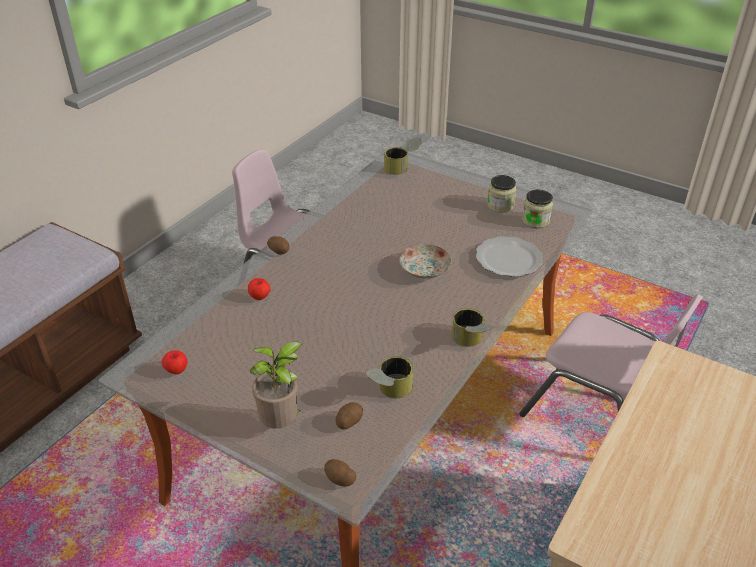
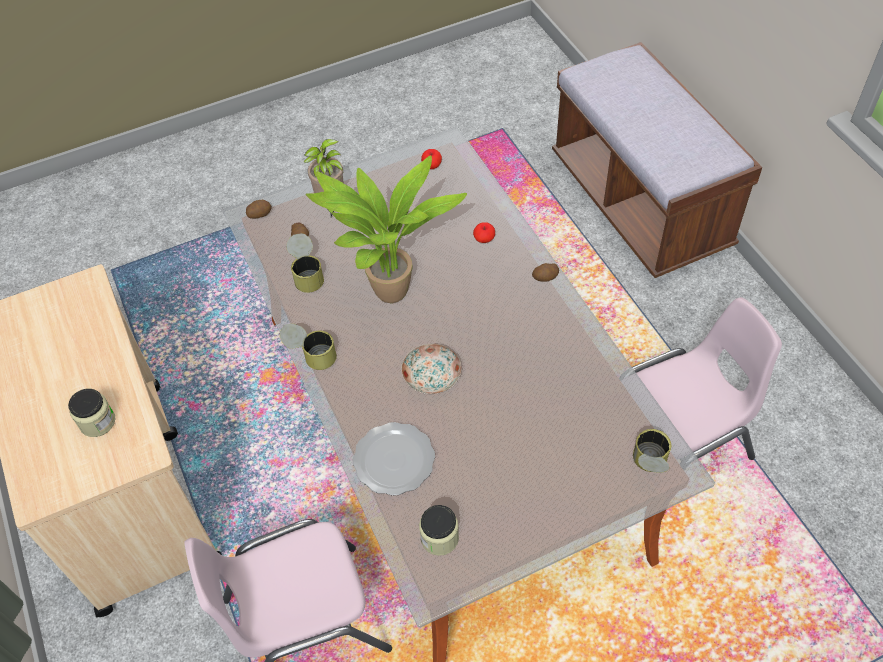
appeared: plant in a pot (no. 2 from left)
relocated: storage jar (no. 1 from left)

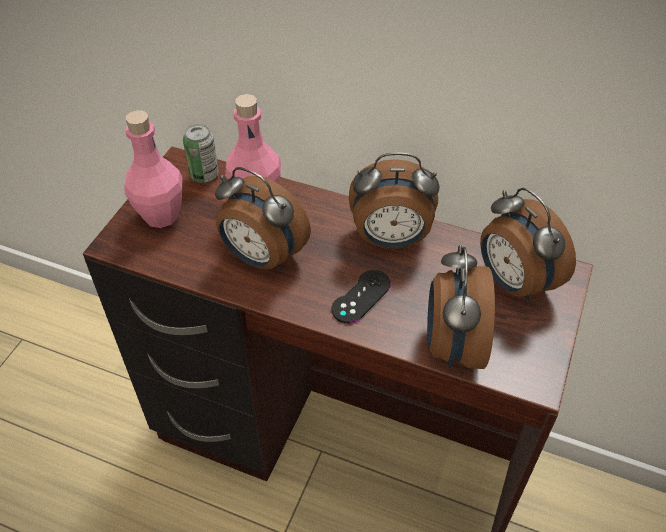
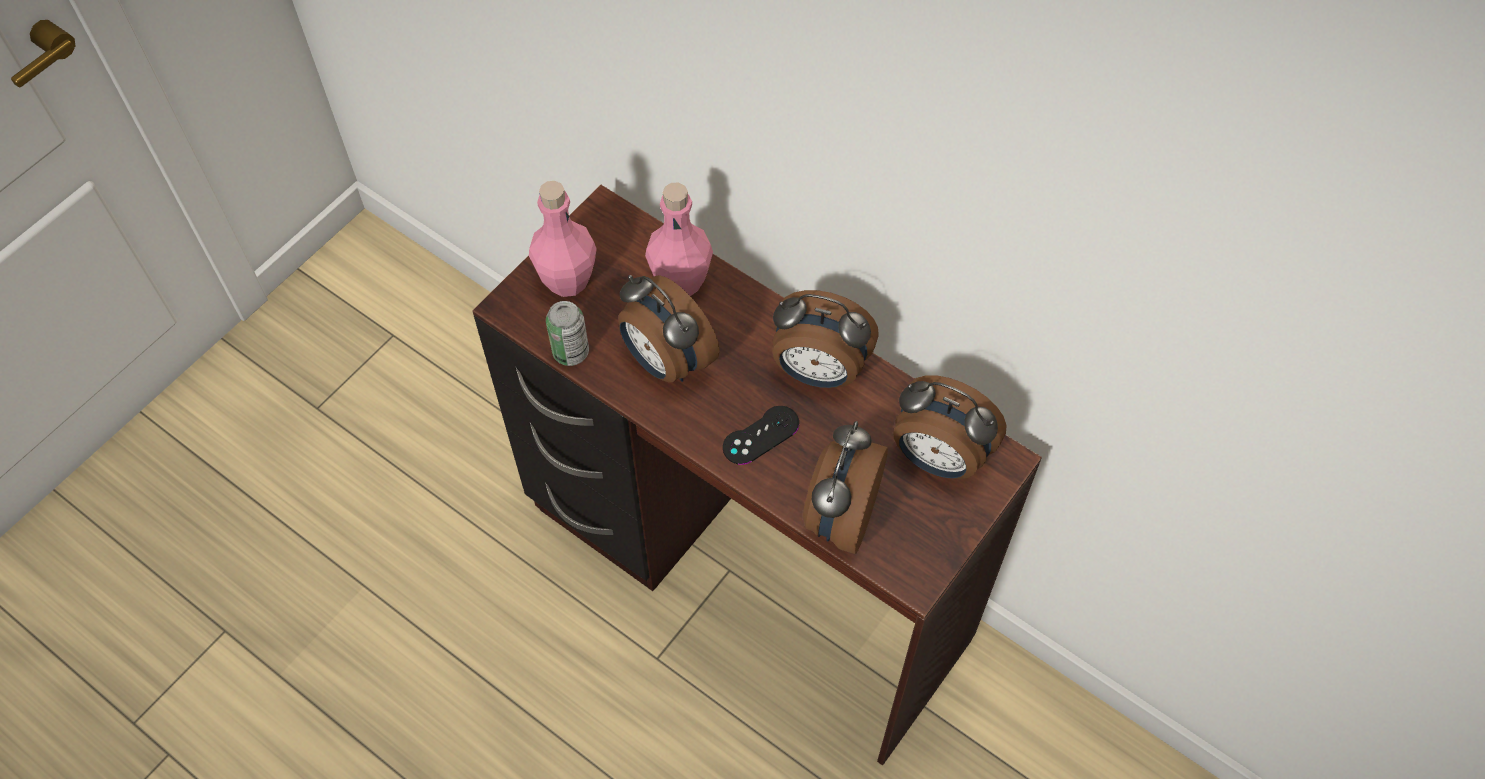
relocated: can
spun: table clock (no. 4 from left) 45 degrees counterclockwise

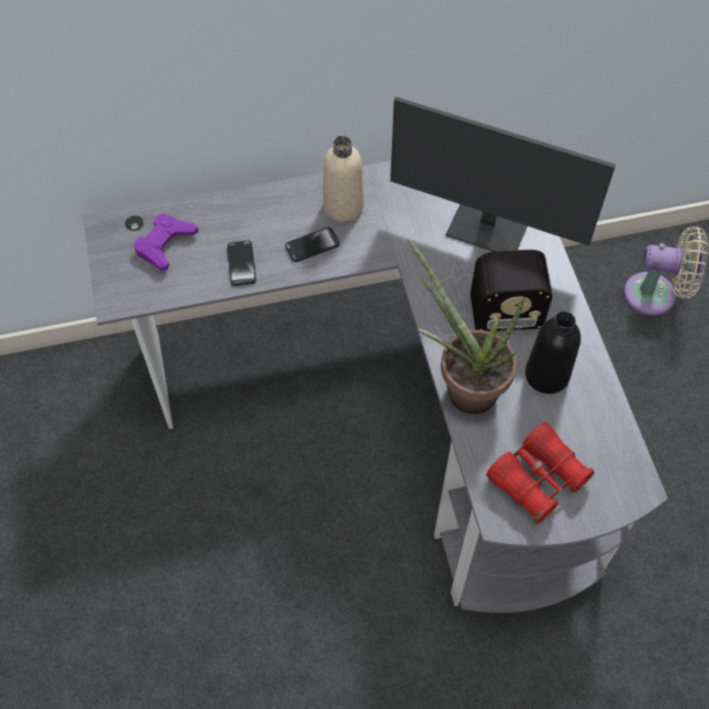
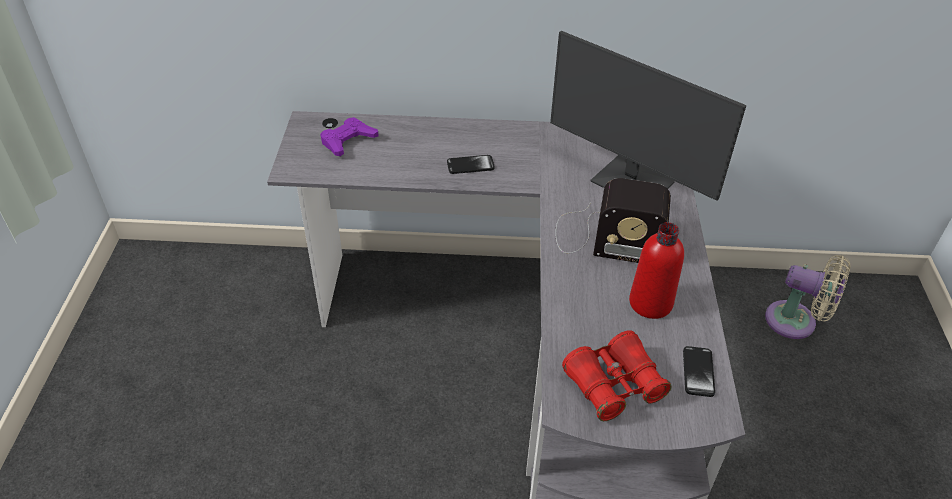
missing: beverage bottle (sand-coloured); plant in a pot
relocated: handset (no. 1 from left in the first image) to handset (no. 2 from left)
colour: beverage bottle (blackish) to beverage bottle (reddish)

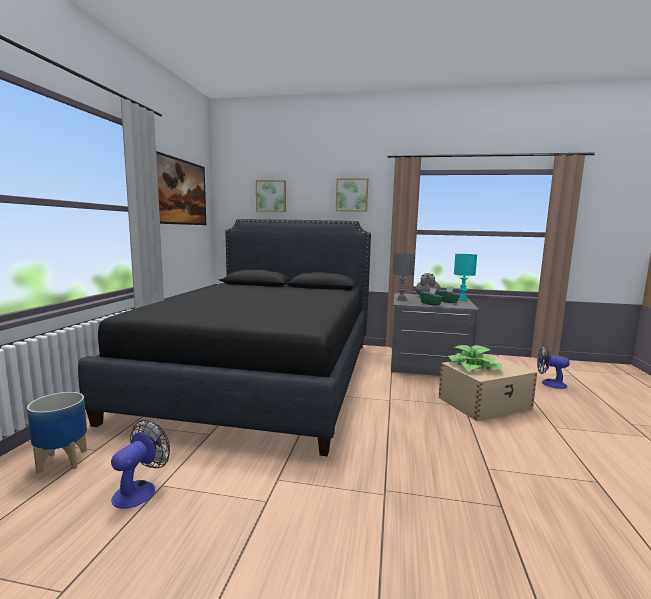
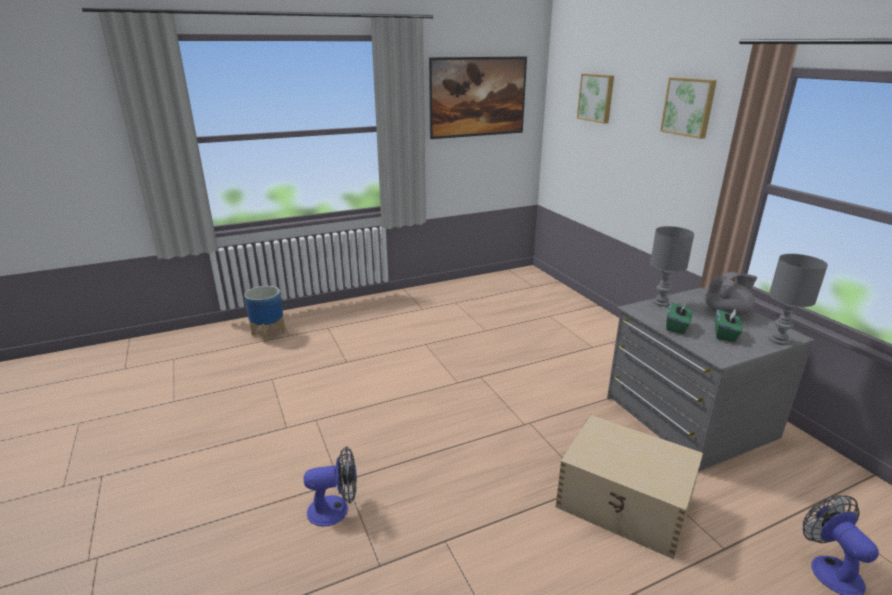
missing: sleeping bed (blackish); plant in a pot
relocated: cooling fan (no. 1 from left)
colour: lamp for a table (turquoise-coloured) to lamp for a table (gray) (no. 2 from left)

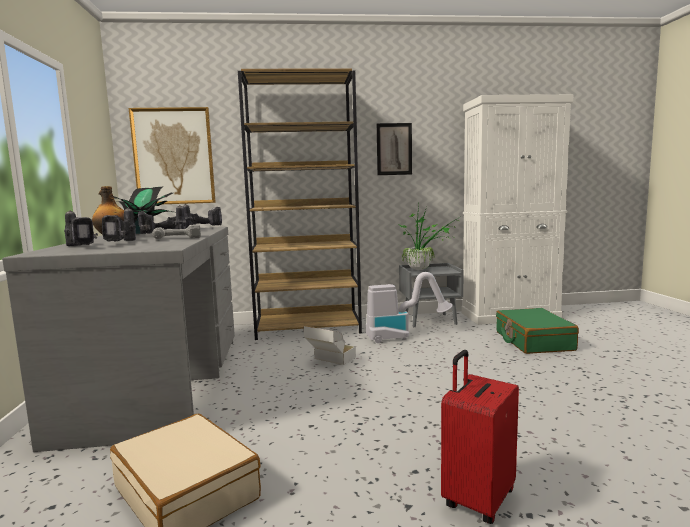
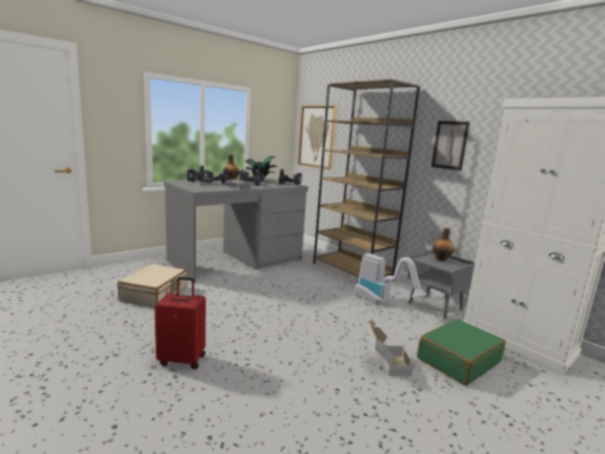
relocated: packing box
exchanged: plant in a pot (no. 2 from left) to beverage bottle (no. 2 from left)

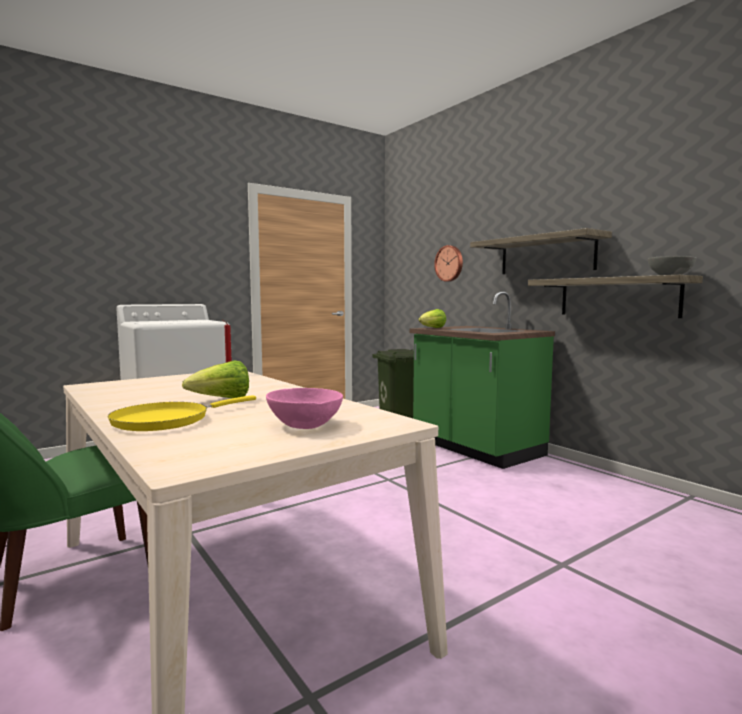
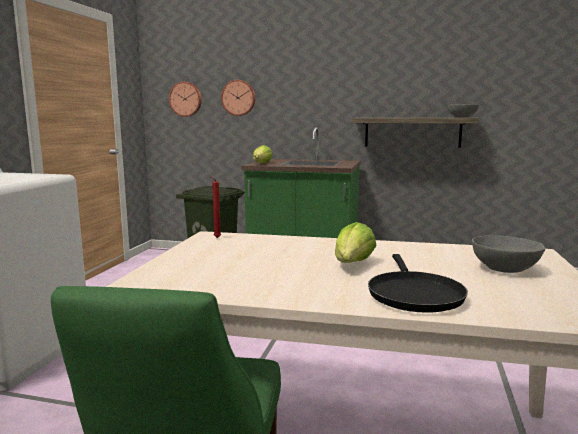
missing: bracket shelf (no. 1 from left)
appeared: clock on the wall (no. 1 from left)
colour: pan (yellow-coloured) to pan (blackish); deep dish (pinkish) to deep dish (gray) (no. 2 from left)

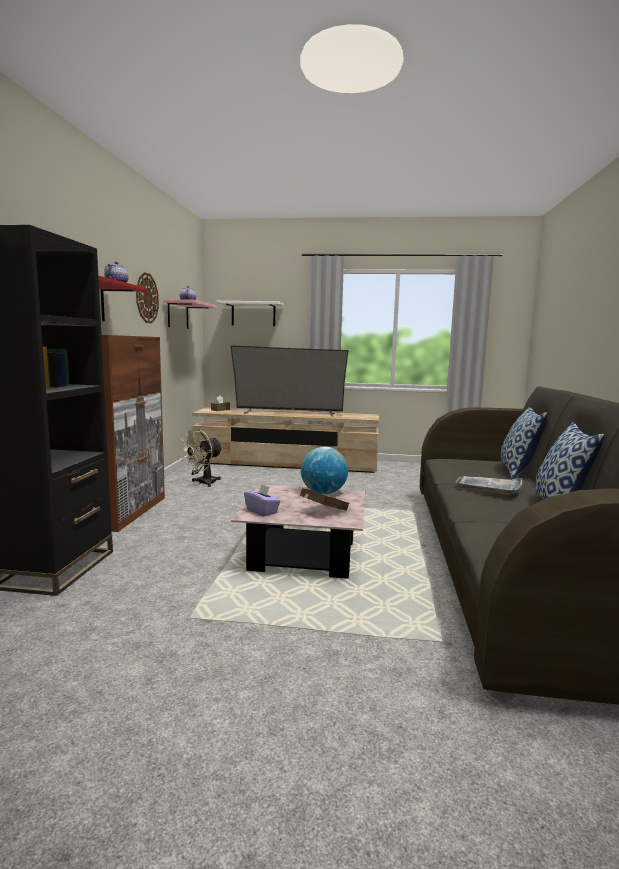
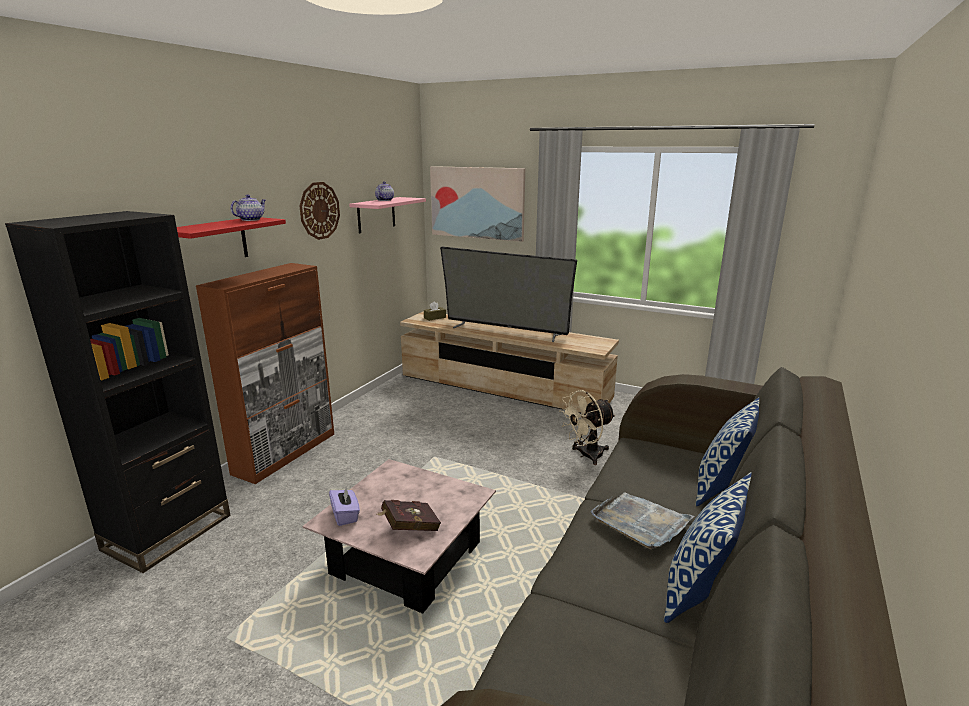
missing: desk globe
relocated: cooling fan (sand-coloured)
exchanged: bracket shelf (whitish) to wall picture

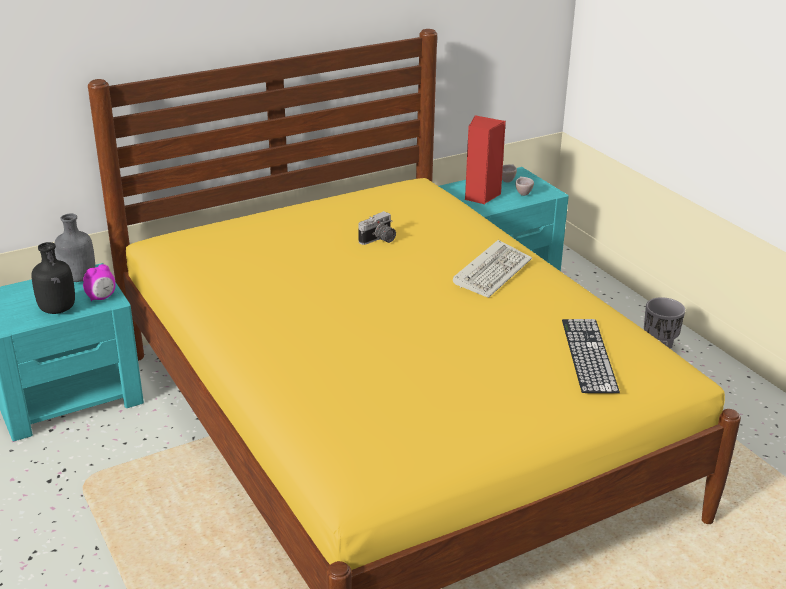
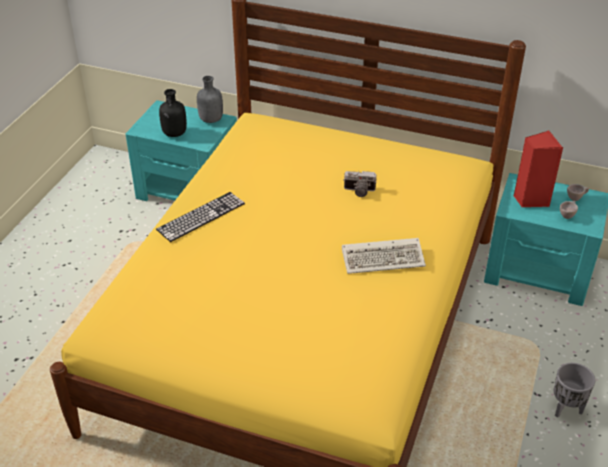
missing: table clock
relocated: keyboard (no. 2 from left in the first image) to keyboard (no. 1 from left)

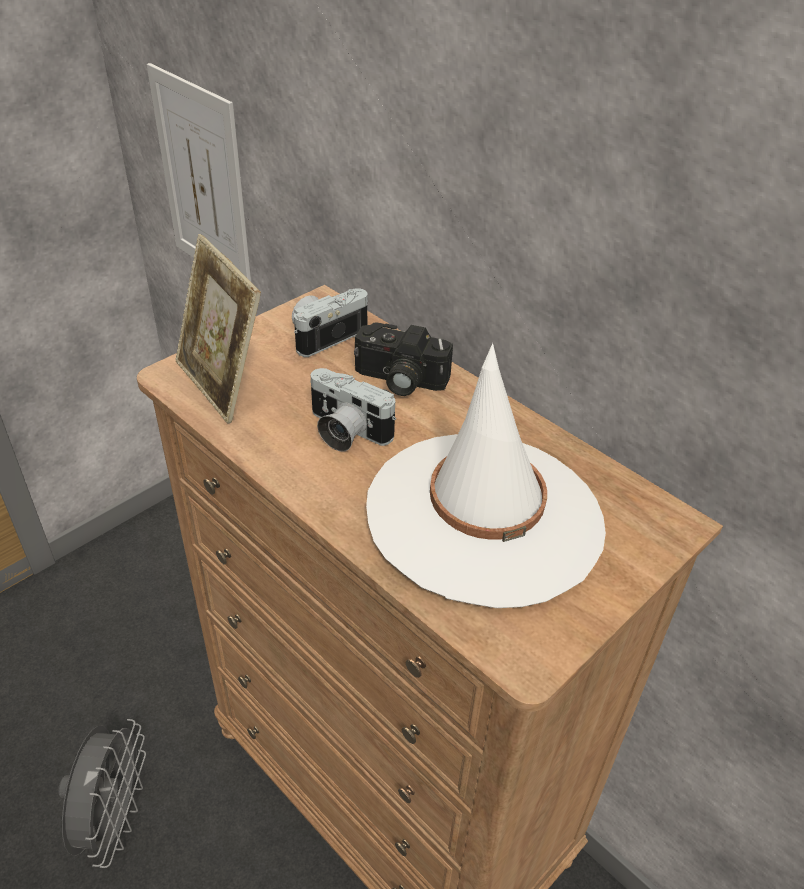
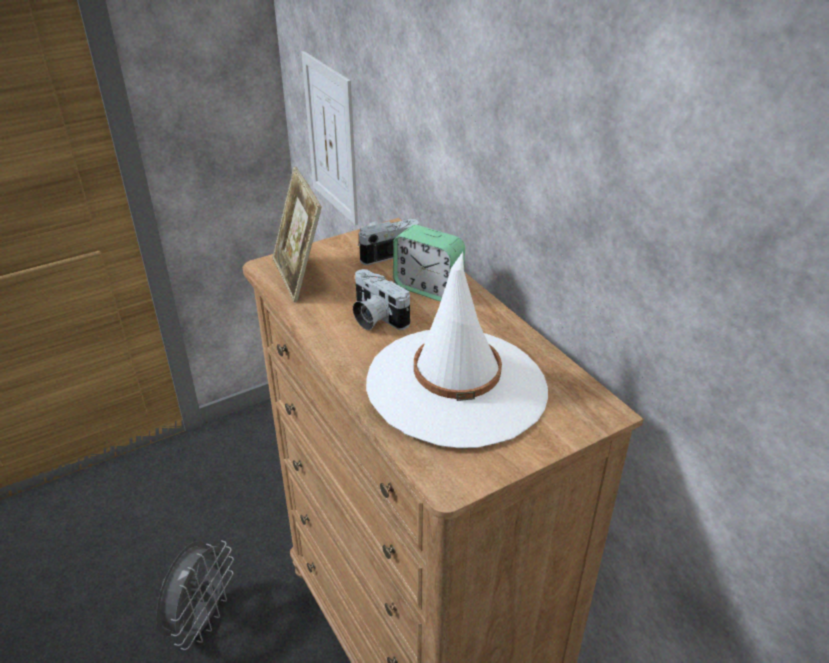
exchanged: photo camera (no. 3 from left) to table clock

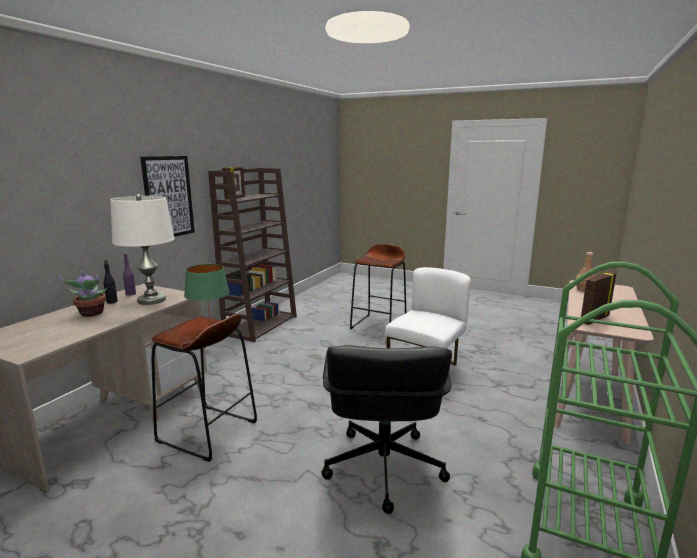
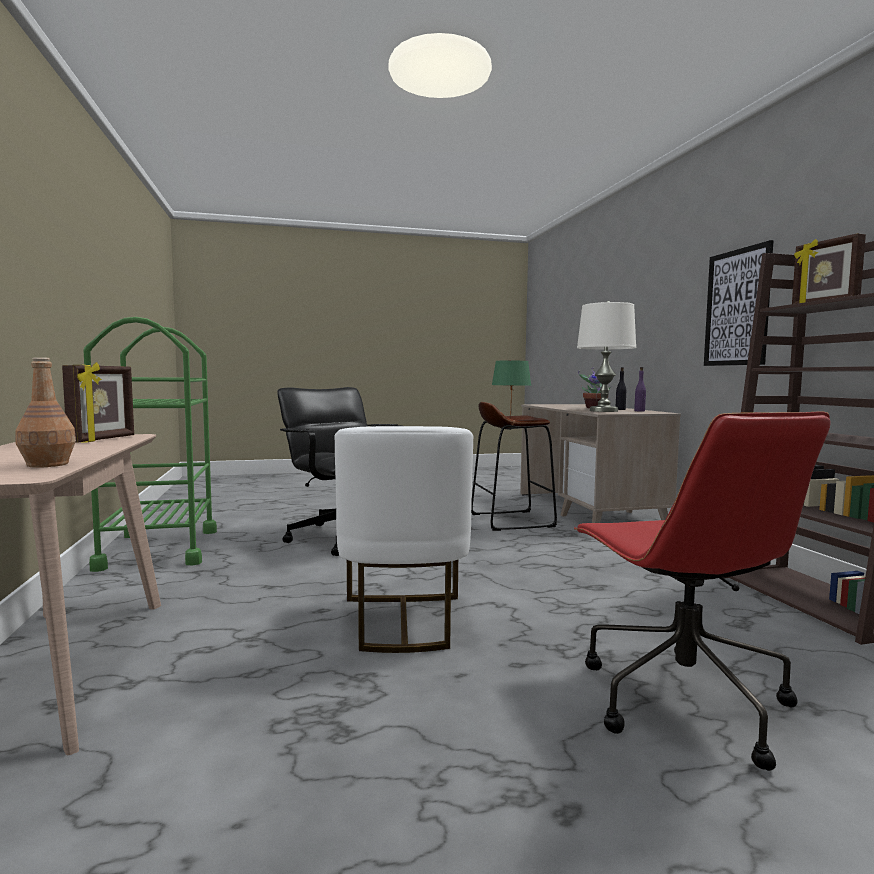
exchanged: stool (brown) (no. 2 from left) to office chair (reddish)

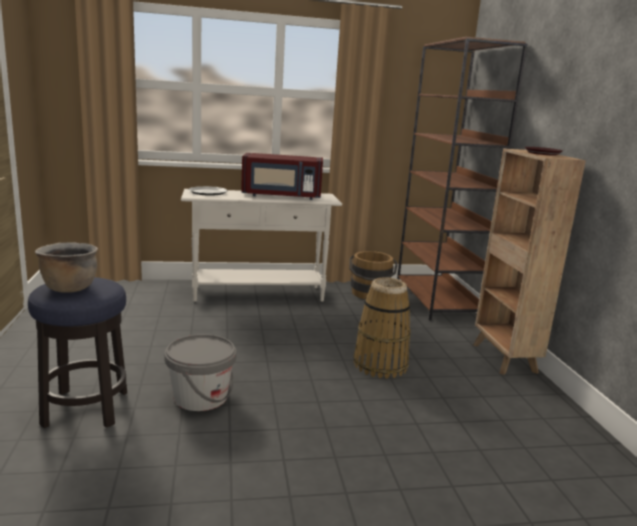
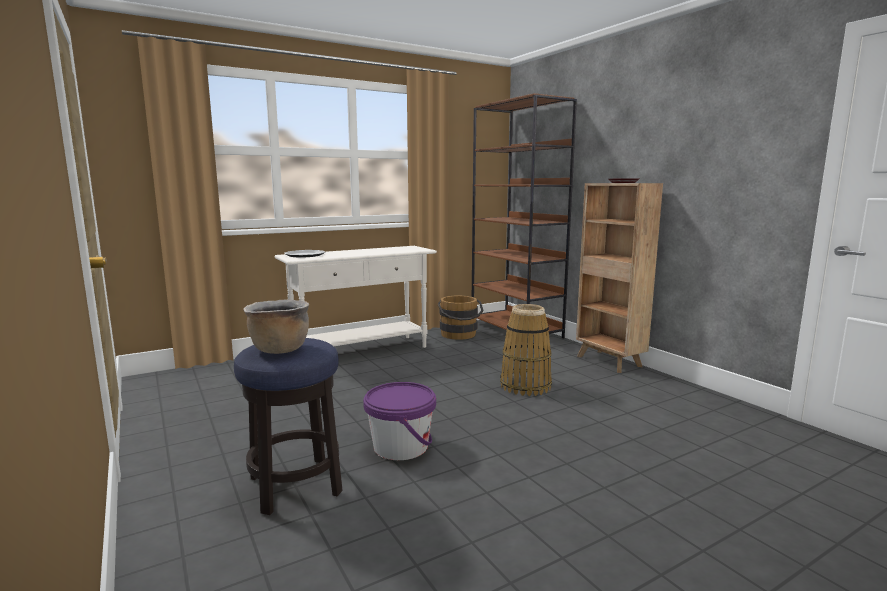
missing: kitchen microwave (reddish)
colour: pail (gray) to pail (purple-coloured)

